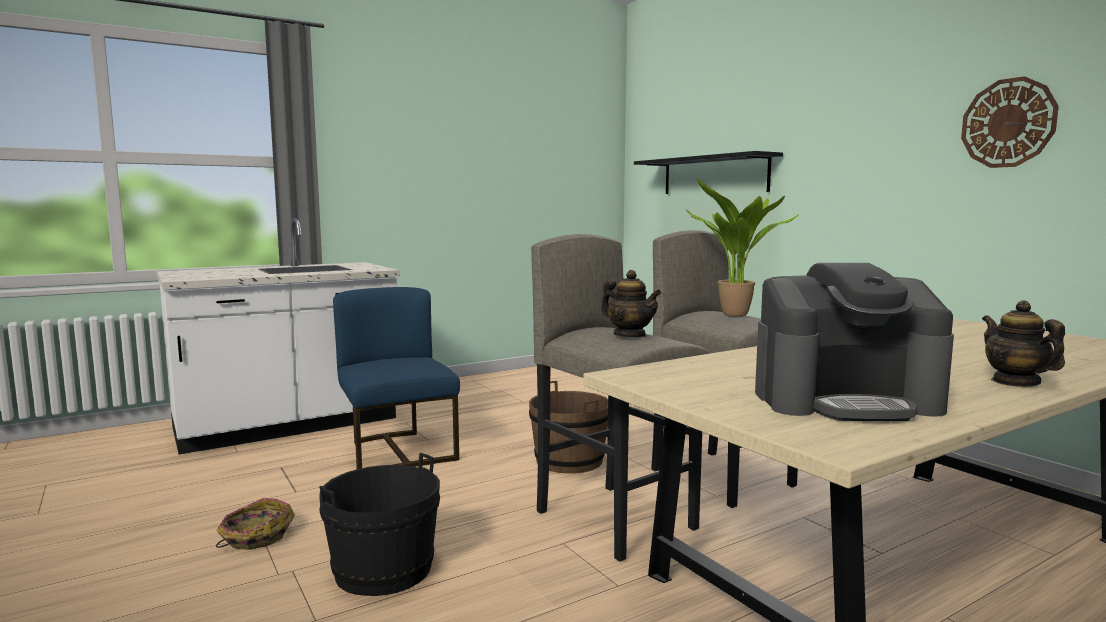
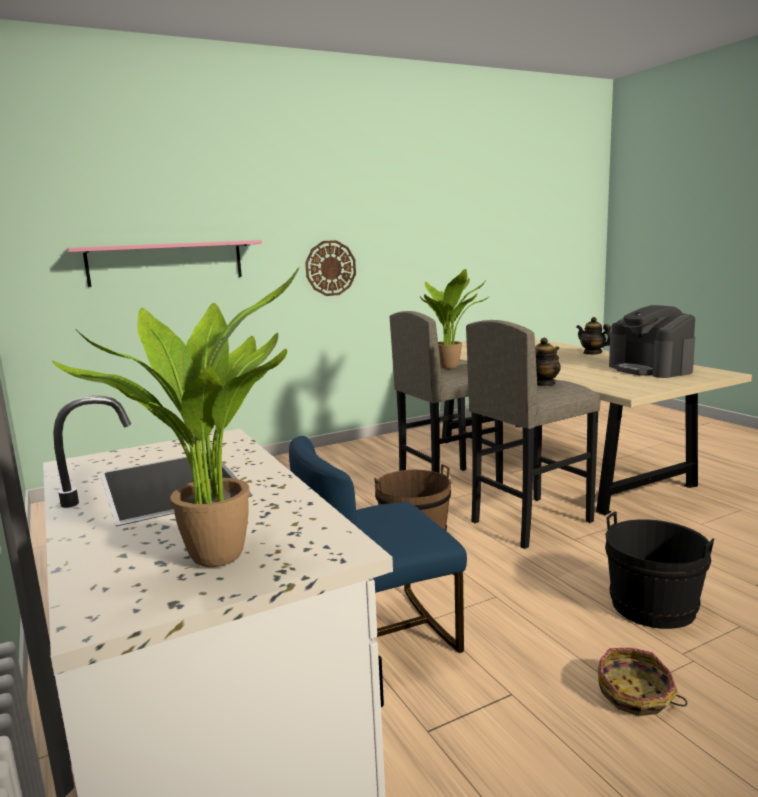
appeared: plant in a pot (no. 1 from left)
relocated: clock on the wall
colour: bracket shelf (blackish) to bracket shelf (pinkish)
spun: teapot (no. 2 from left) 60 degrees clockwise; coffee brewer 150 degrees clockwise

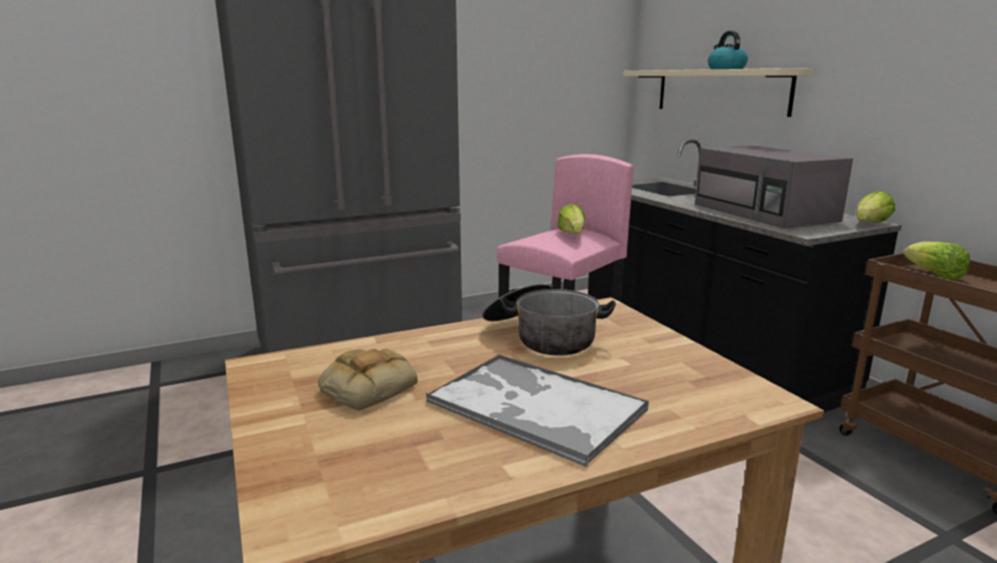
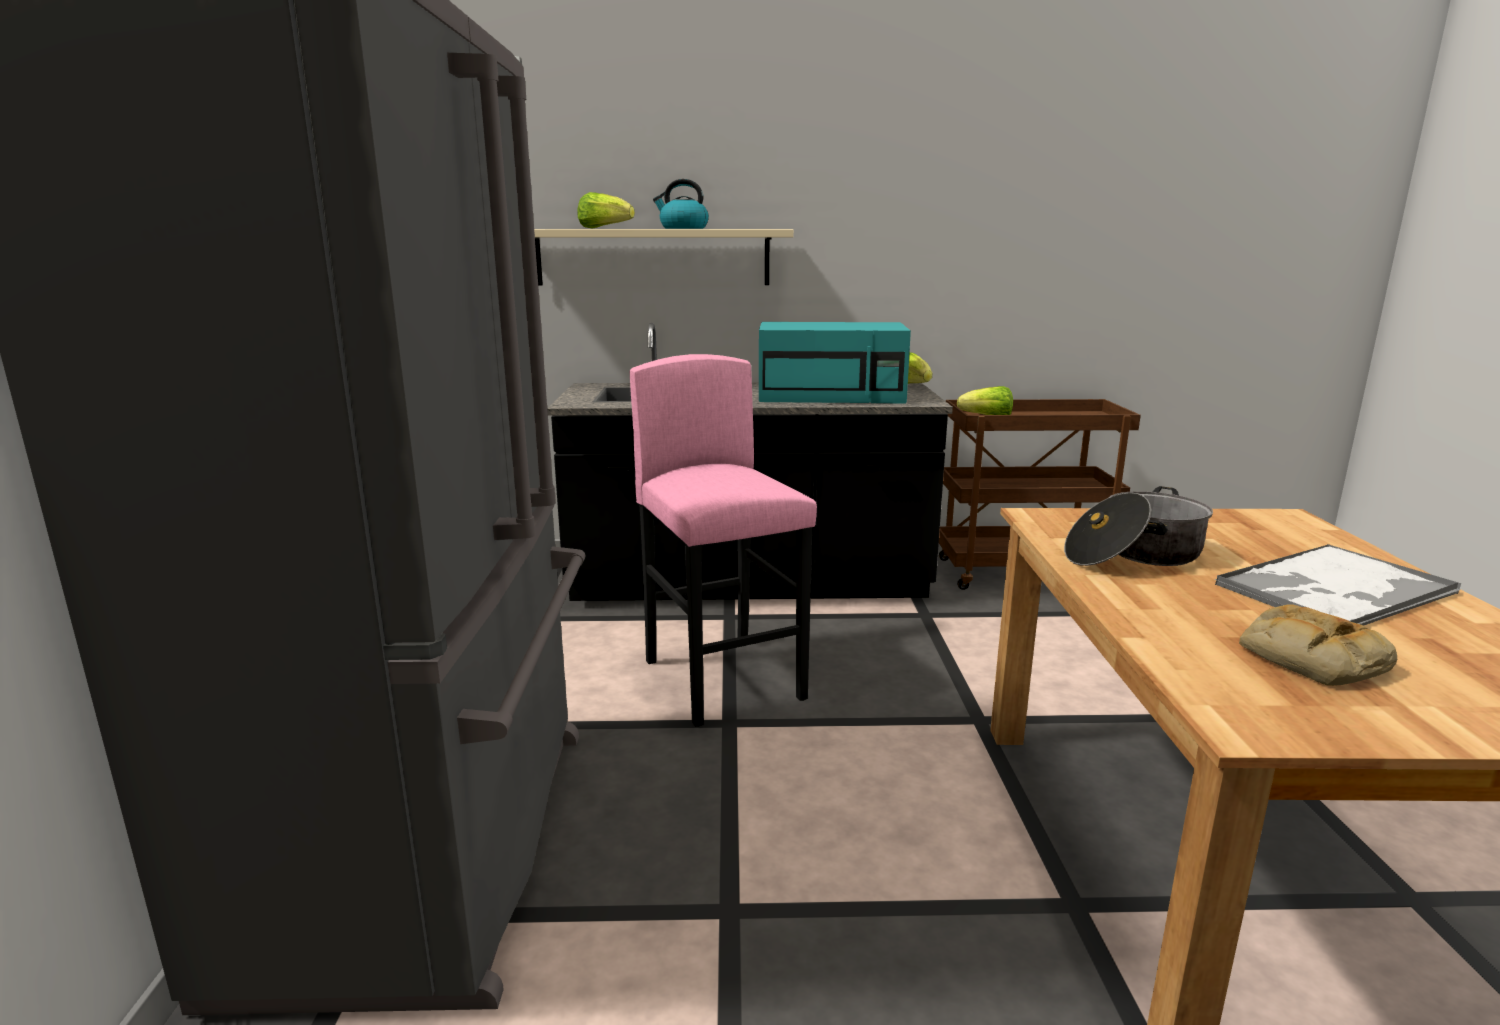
relocated: lettuce head (no. 1 from left)
colour: kitchen microwave (gray) to kitchen microwave (turquoise-coloured)

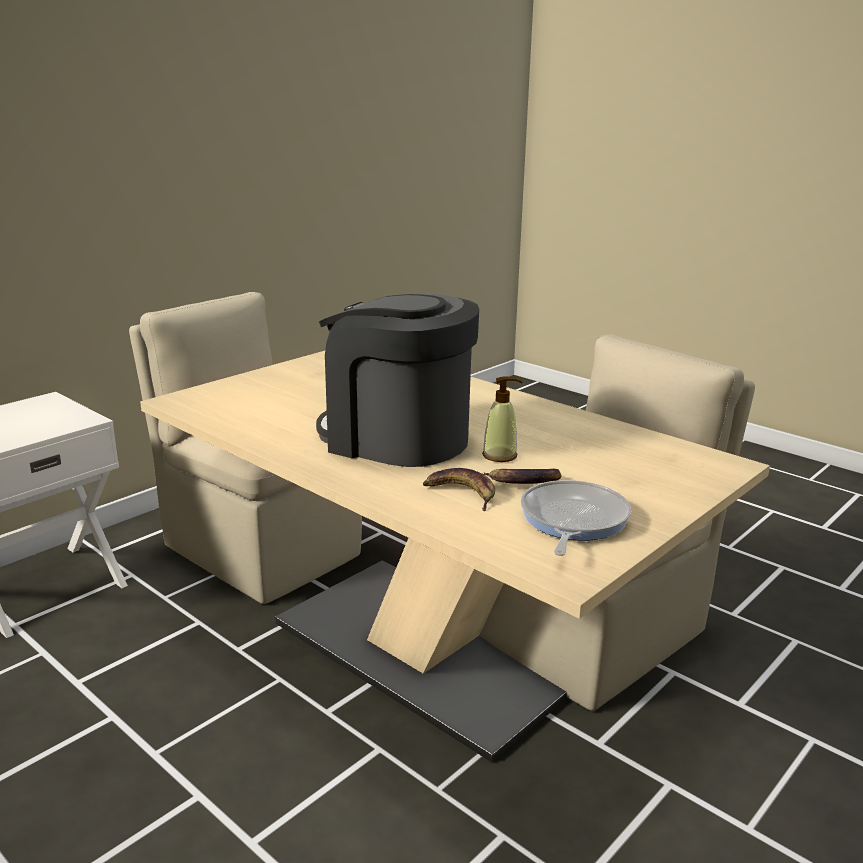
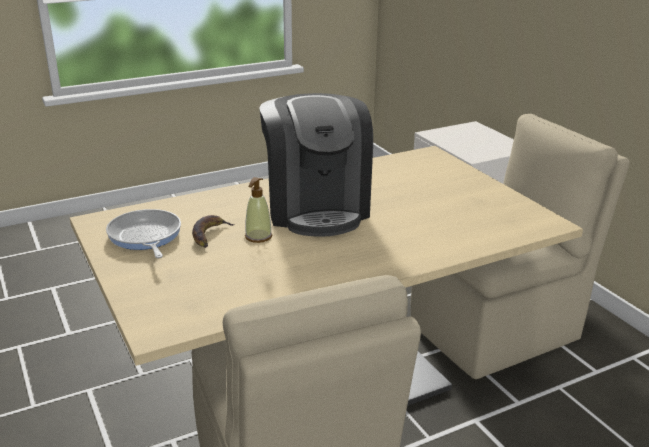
missing: banana (no. 1 from left)
spun: pan 150 degrees counterclockwise; coffee brewer 120 degrees clockwise

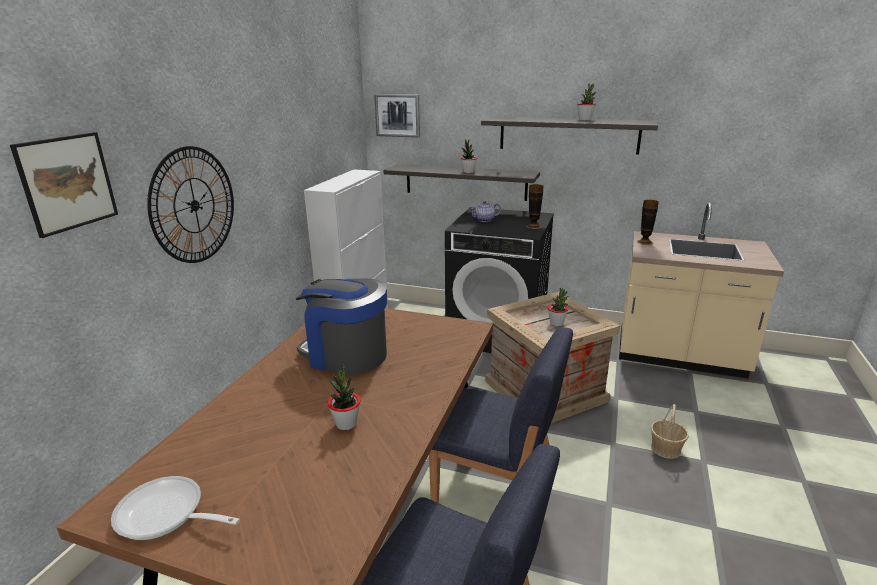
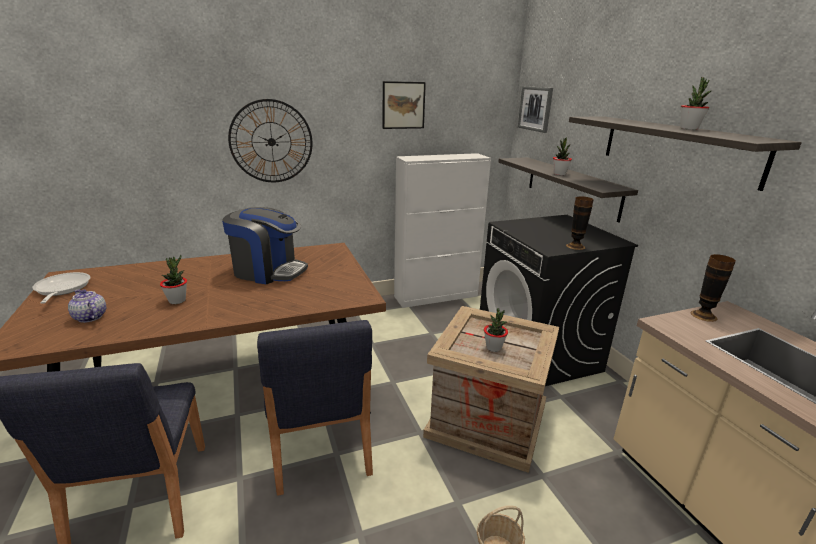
relocated: teapot; wall picture (no. 1 from left)
spun: coffee brewer 120 degrees clockwise

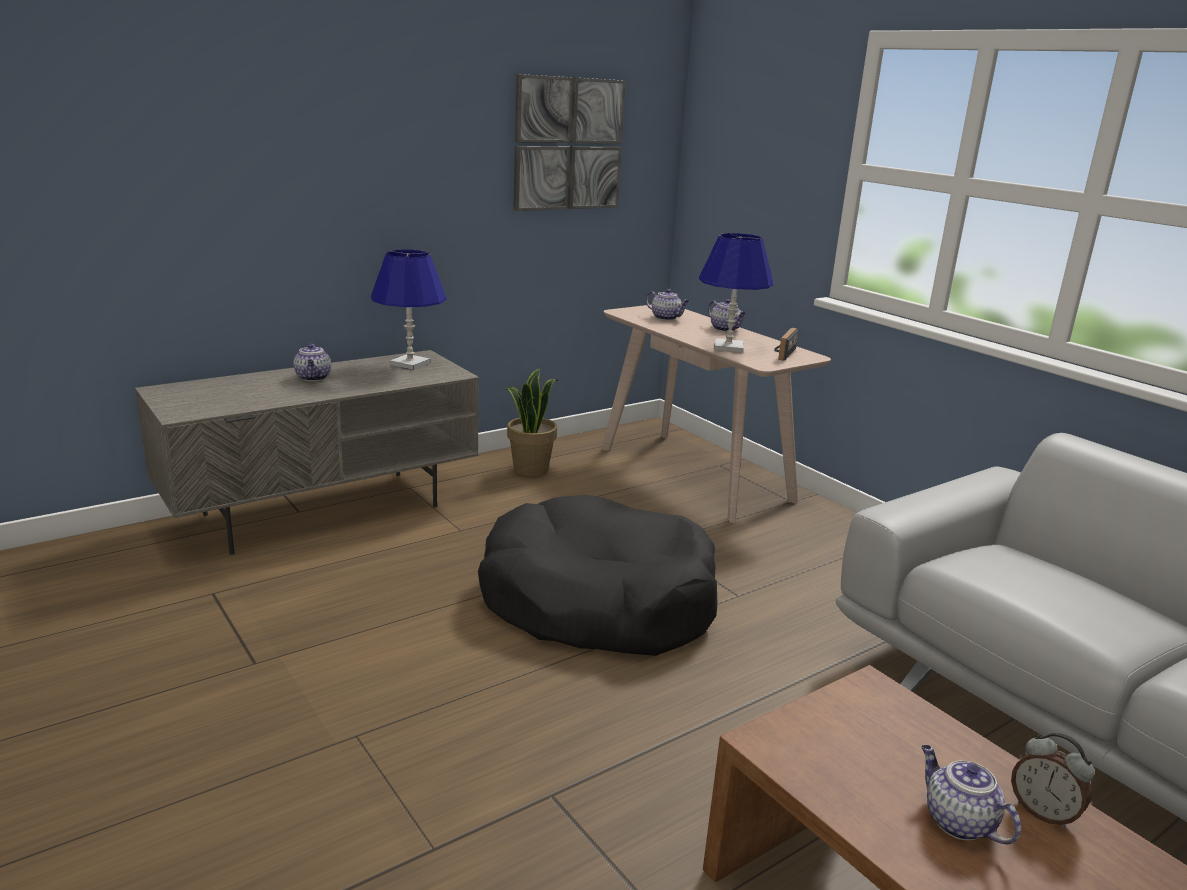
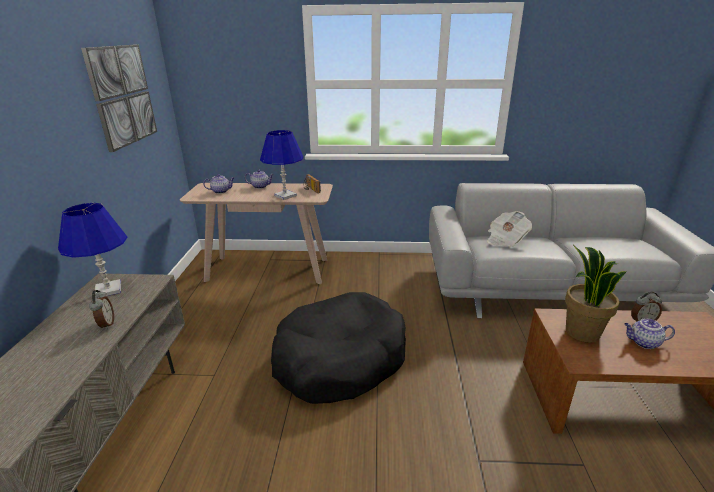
missing: teapot (no. 1 from left)
appeared: table clock (no. 1 from left); printed paper
relocated: plant in a pot

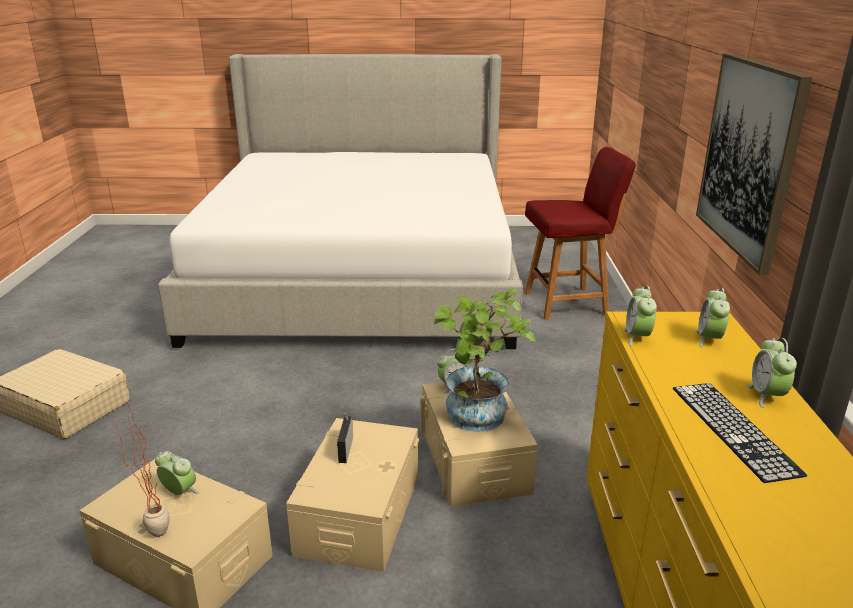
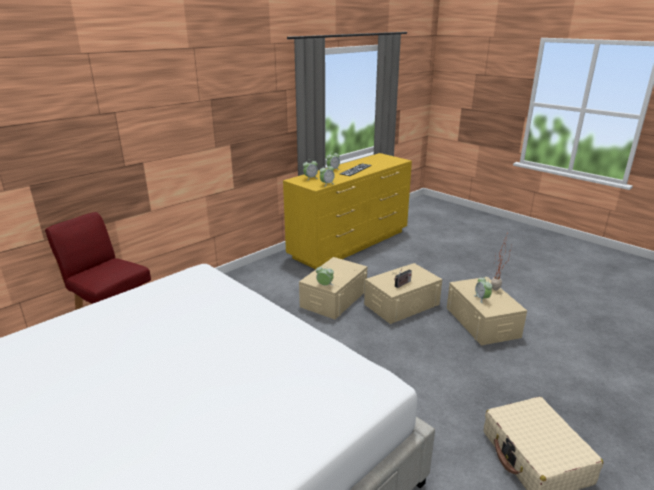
missing: plant in a pot (no. 2 from left); wall picture

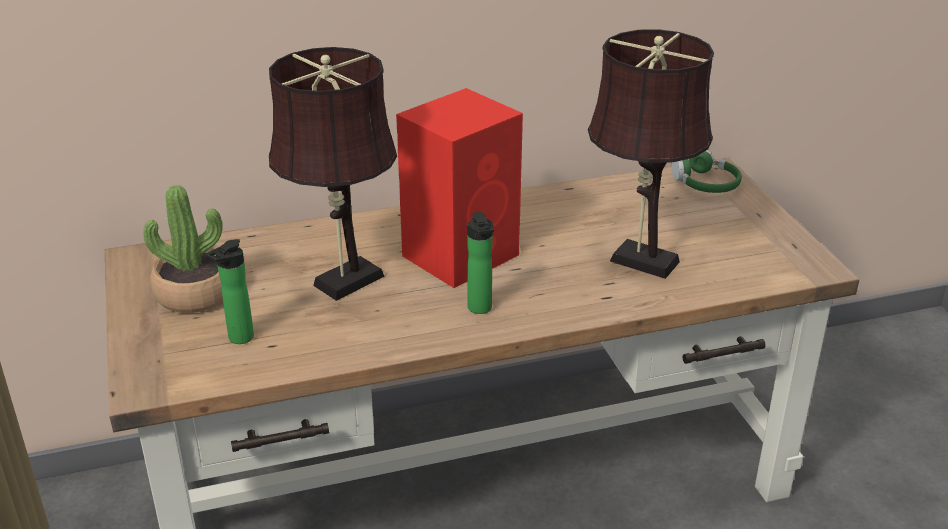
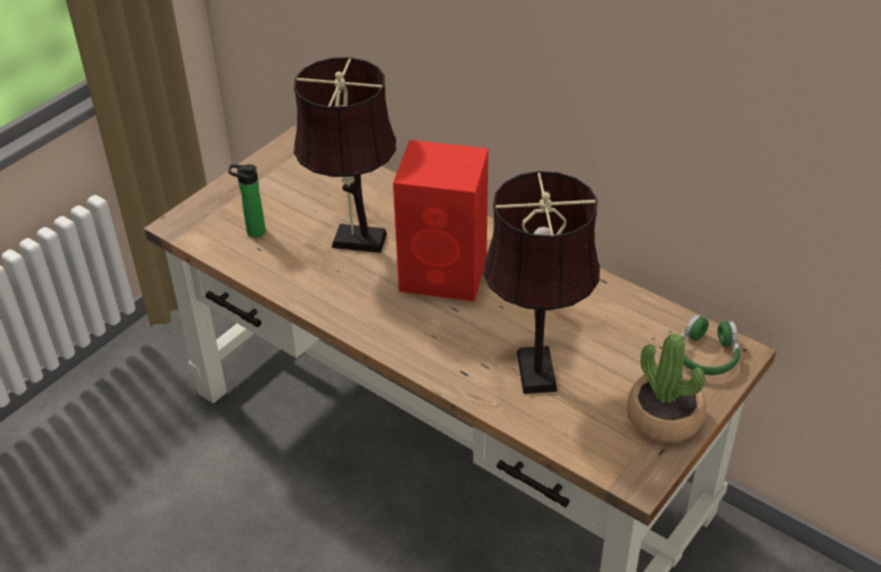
missing: beverage bottle (no. 2 from left)
relocated: plant in a pot

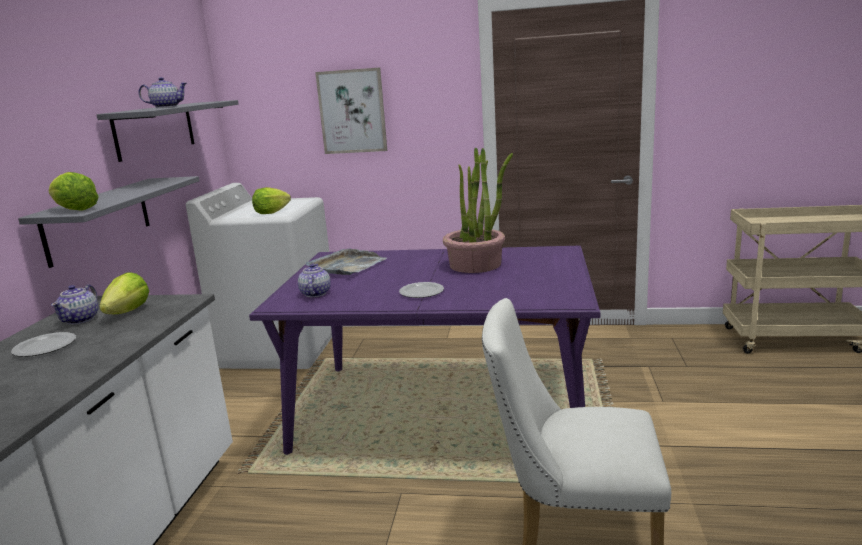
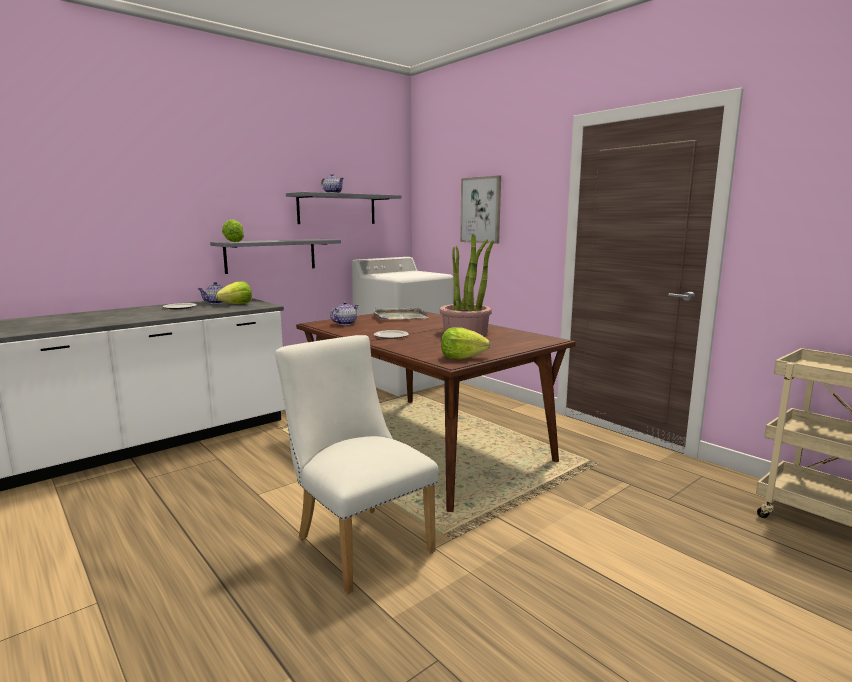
relocated: lettuce head (no. 3 from left)
colour: dining table (purple-coloured) to dining table (brown)

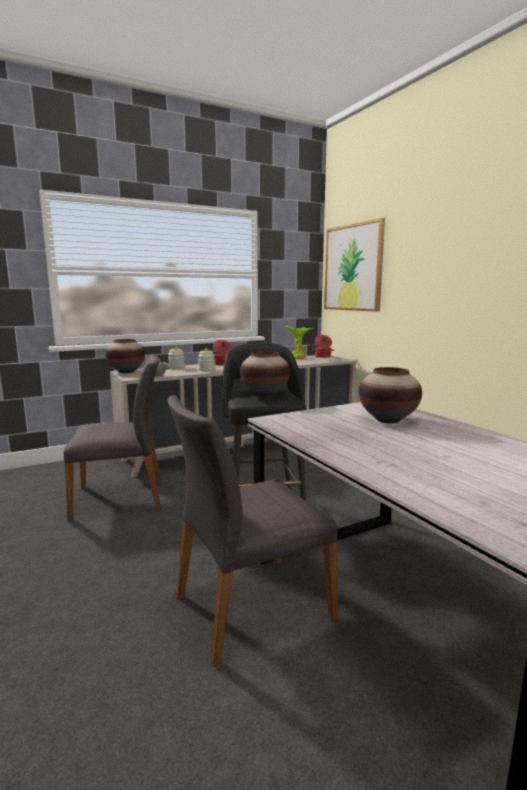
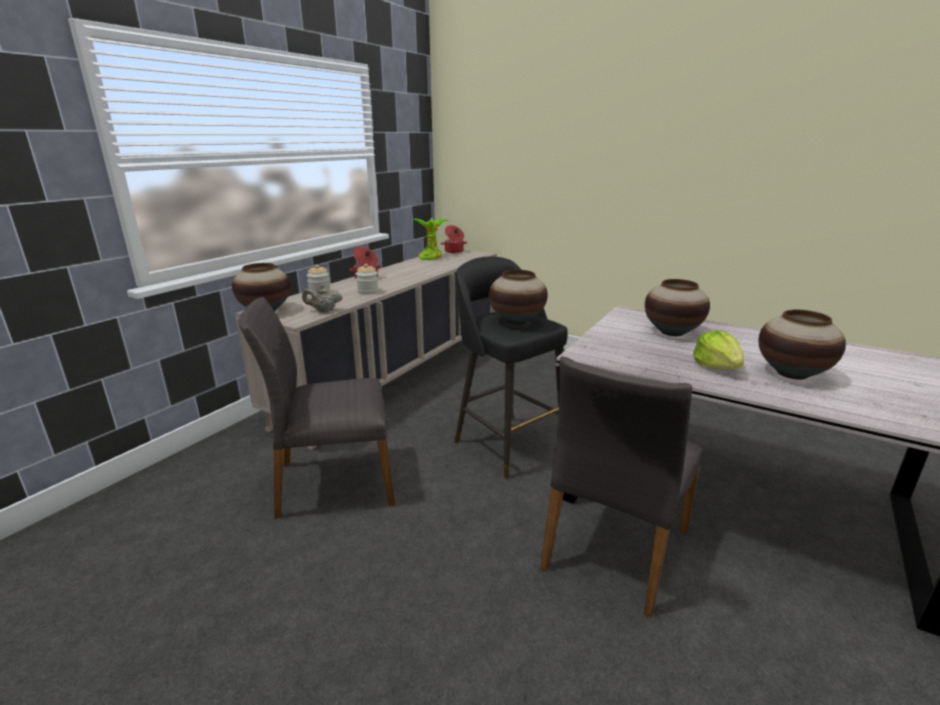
missing: wall picture
appeared: lettuce head; flower vase (no. 4 from left)
spun: chair (gray) (no. 1 from left) 150 degrees counterclockwise

